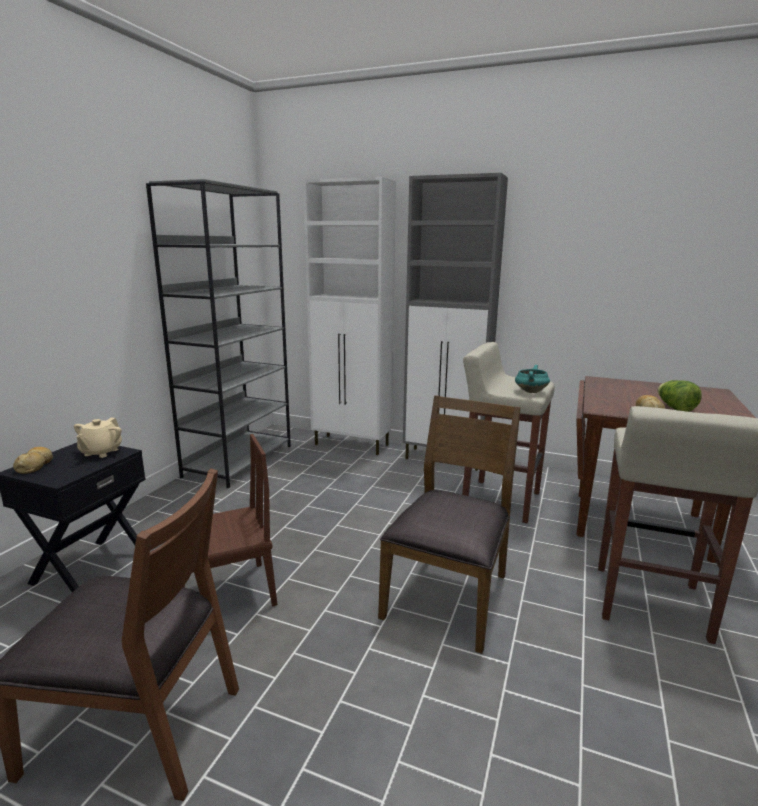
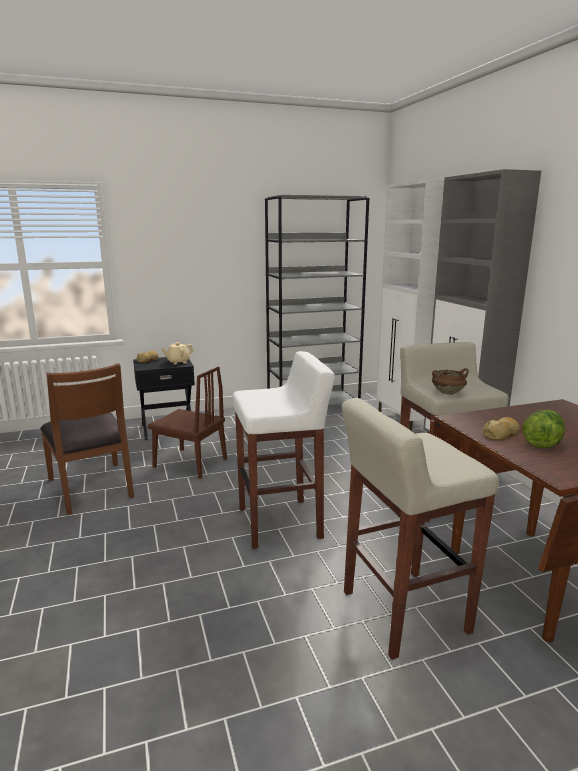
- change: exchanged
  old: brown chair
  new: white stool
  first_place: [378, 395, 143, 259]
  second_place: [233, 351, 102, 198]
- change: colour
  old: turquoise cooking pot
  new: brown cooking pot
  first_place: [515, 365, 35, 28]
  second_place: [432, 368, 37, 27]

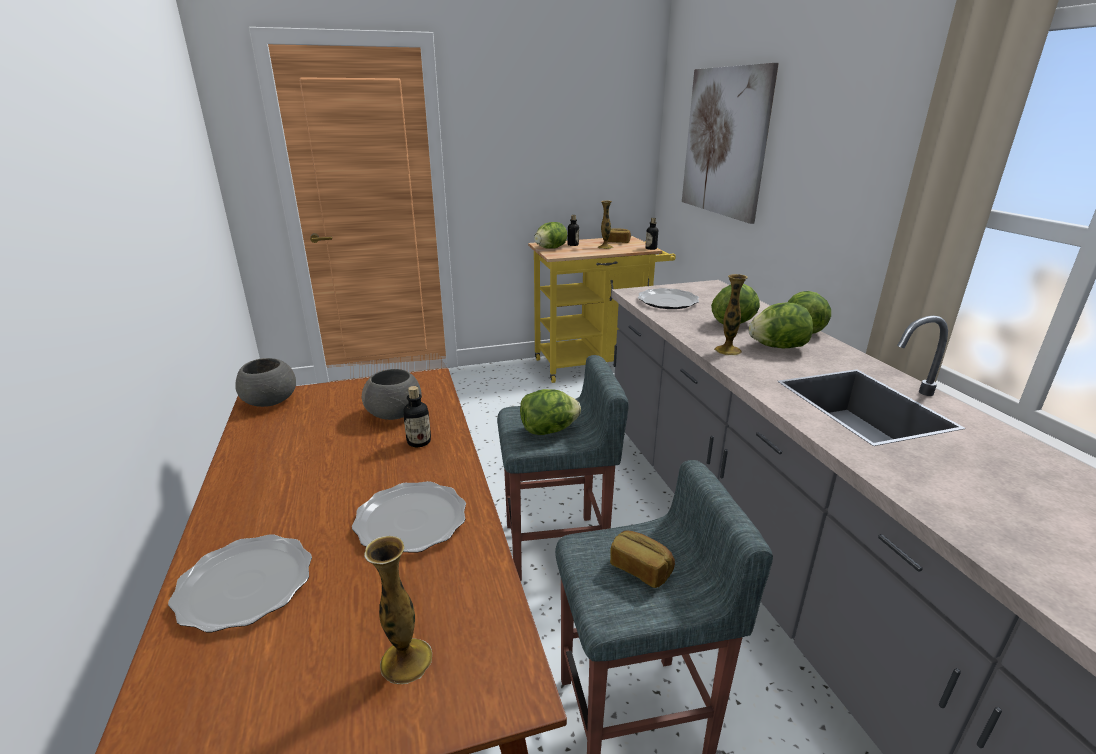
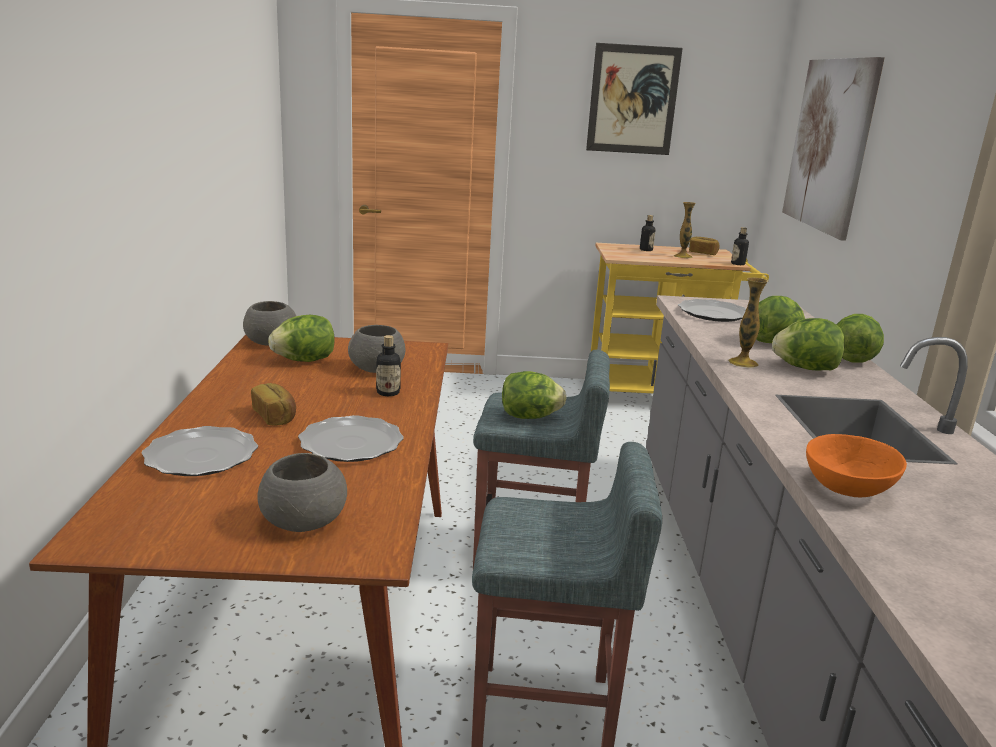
- change: appeared
  new: picture
  second_place: [586, 43, 97, 112]
- change: appeared
  new: orange bowl
  second_place: [806, 434, 101, 63]
- change: relocated
  old: lettuce
  first_place: [534, 222, 33, 27]
  second_place: [268, 315, 67, 47]
- change: relocated
  old: bread
  first_place: [610, 530, 65, 58]
  second_place: [251, 383, 45, 43]
- change: exchanged
  old: vase
  new: grey bowl
  first_place: [364, 536, 68, 148]
  second_place: [257, 453, 90, 79]

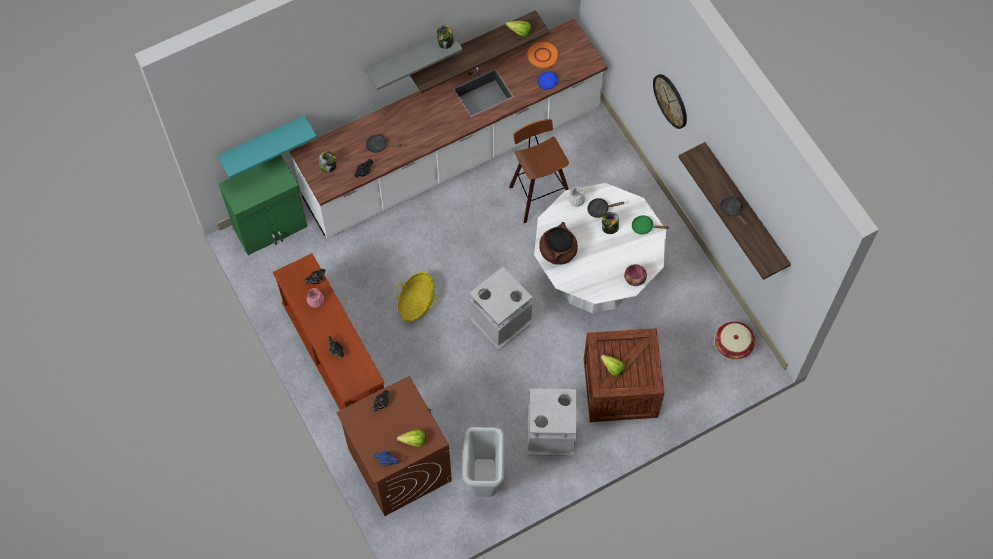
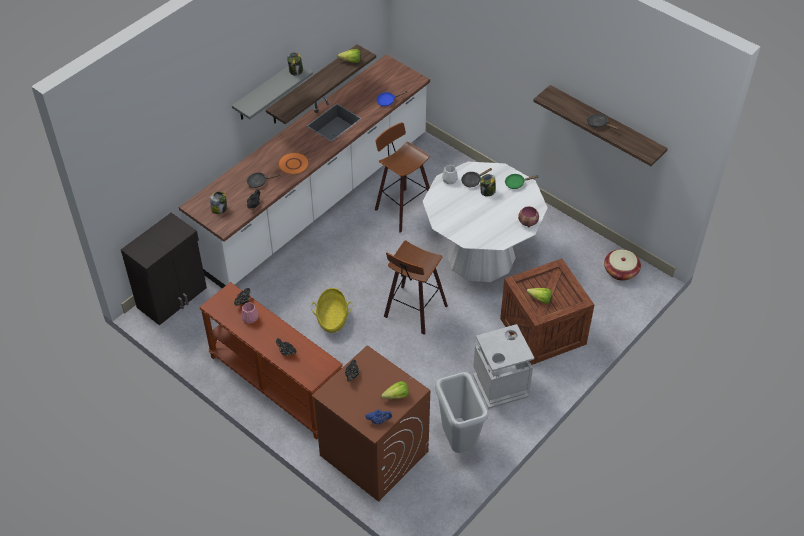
- change: missing
  old: turquoise shelf
  first_place: [217, 115, 100, 64]
- change: missing
  old: brown cooking pot
  first_place: [539, 222, 39, 43]
- change: missing
  old: wall clock
  first_place: [653, 74, 34, 55]
- change: relocated
  old: orange plate
  first_place: [526, 41, 33, 27]
  second_place: [278, 152, 31, 22]
- change: exchanged
  old: grey trash can
  new: stool
  first_place: [469, 267, 64, 84]
  second_place: [384, 240, 64, 95]
- change: colour
  old: green cabinet
  new: black cabinet
  first_place: [219, 155, 88, 100]
  second_place: [121, 213, 86, 112]

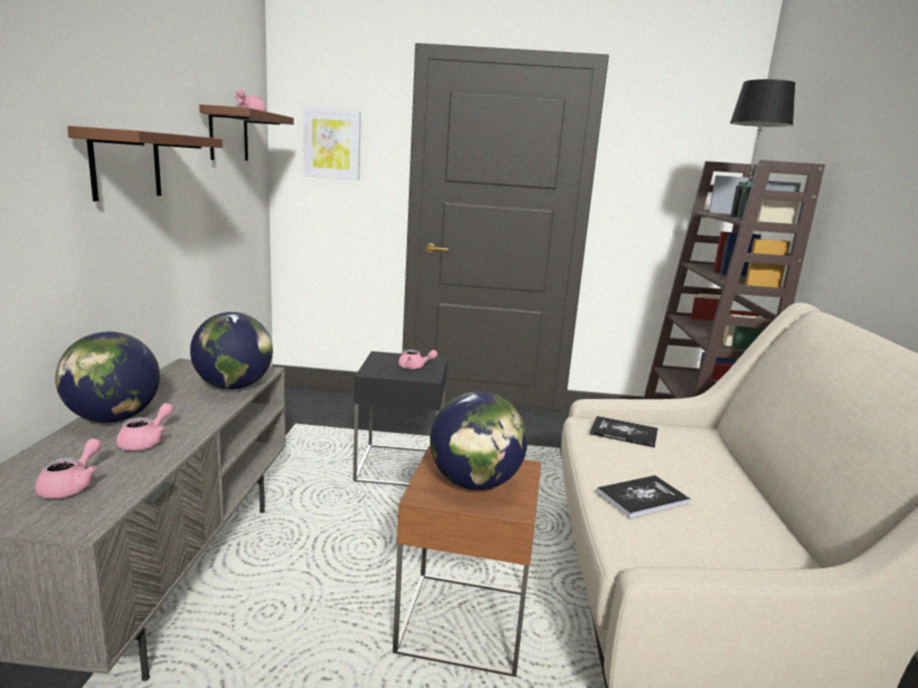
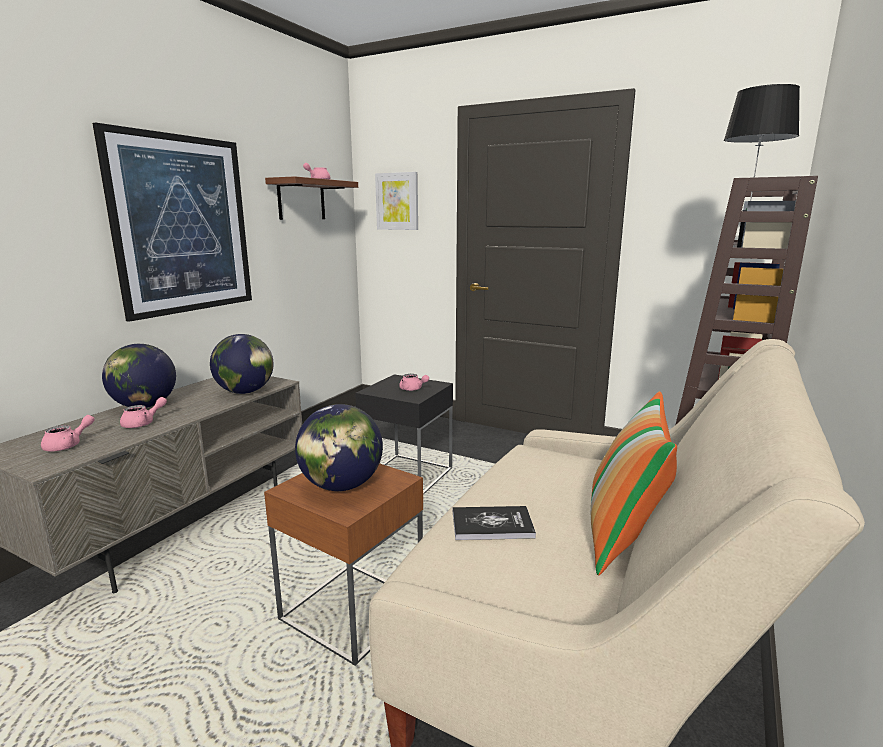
- change: missing
  old: book
  first_place: [590, 416, 68, 32]
- change: appeared
  new: pillow
  second_place: [591, 391, 86, 185]
- change: exchanged
  old: brown shelf
  new: picture
  first_place: [67, 126, 156, 75]
  second_place: [92, 123, 160, 199]

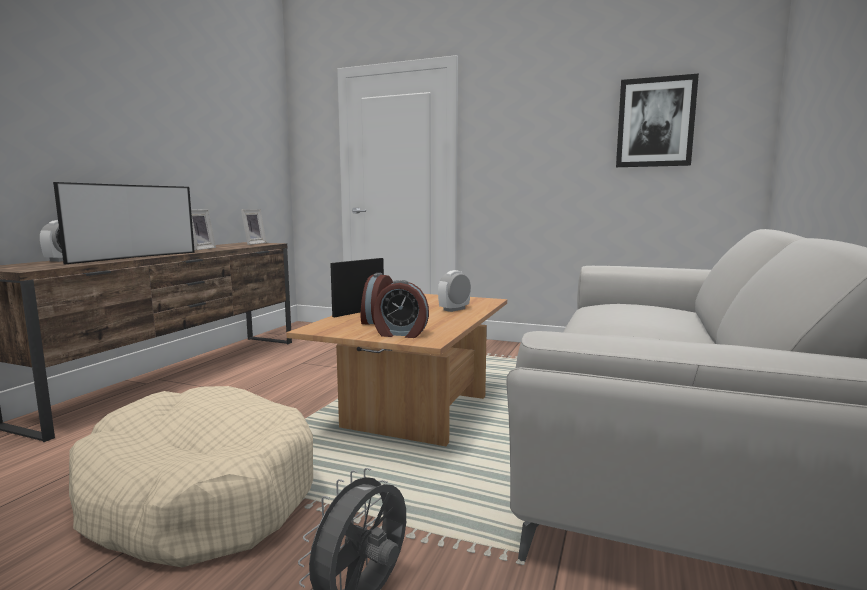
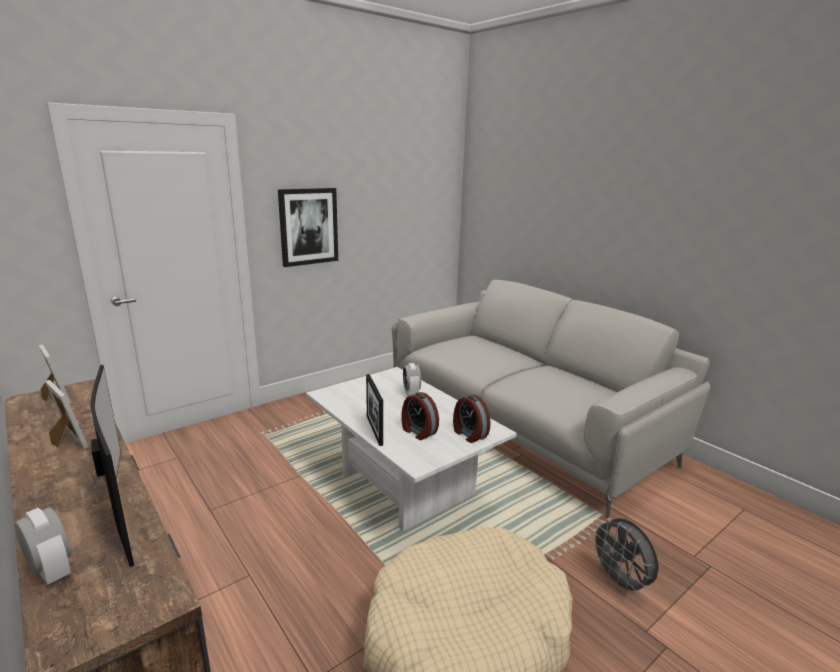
- change: relocated
  old: picture
  first_place: [616, 73, 83, 94]
  second_place: [278, 188, 60, 79]
- change: colour
  old: brown coffee table
  new: white coffee table
  first_place: [286, 294, 221, 152]
  second_place: [306, 367, 211, 164]
- change: spun
  old: alarm clock
  first_place: [373, 280, 56, 58]
  second_place: [453, 395, 38, 48]
  degrees: 105

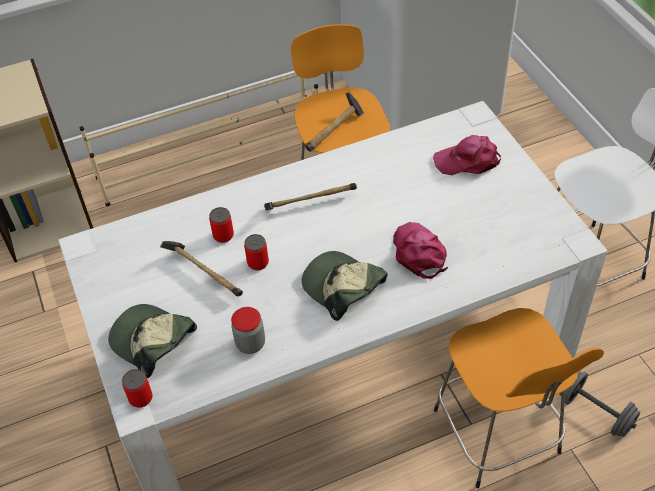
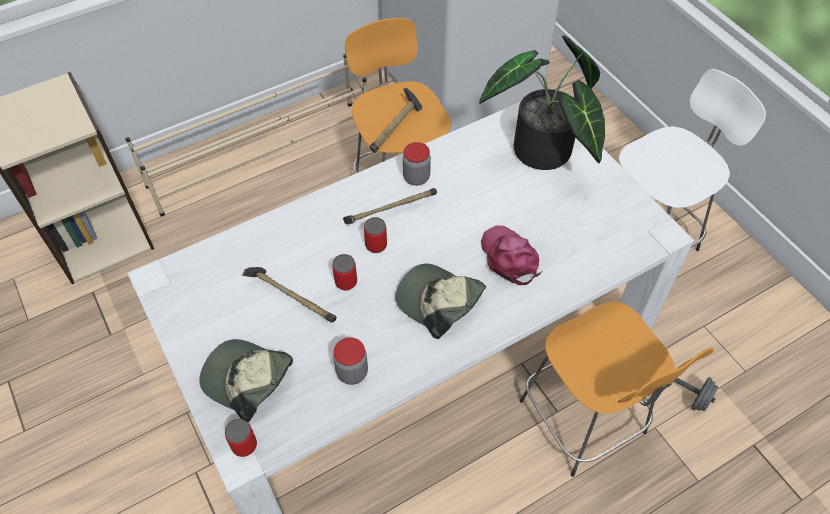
- change: appeared
  new: jar
  second_place: [403, 142, 28, 44]
- change: relocated
  old: can
  first_place: [209, 207, 25, 36]
  second_place: [364, 217, 23, 36]
- change: exchanged
  old: pink cap
  new: potted plant
  first_place: [433, 135, 68, 40]
  second_place: [479, 36, 126, 134]

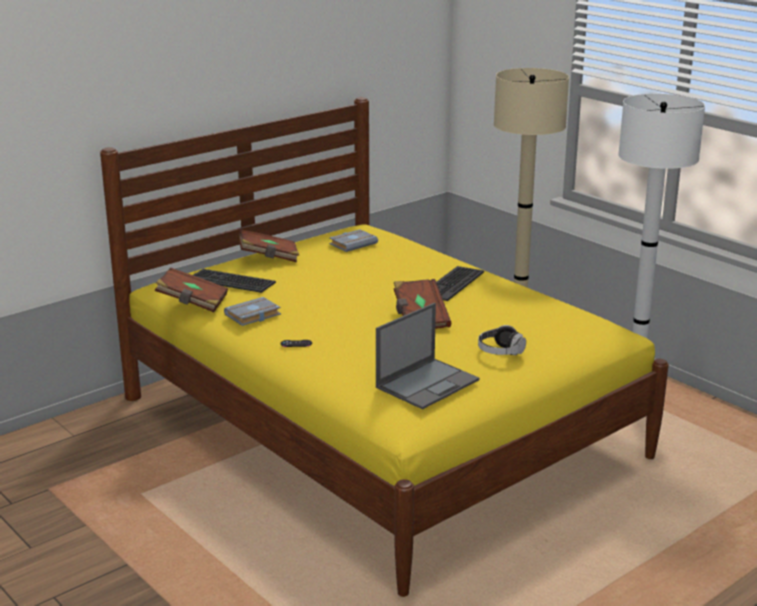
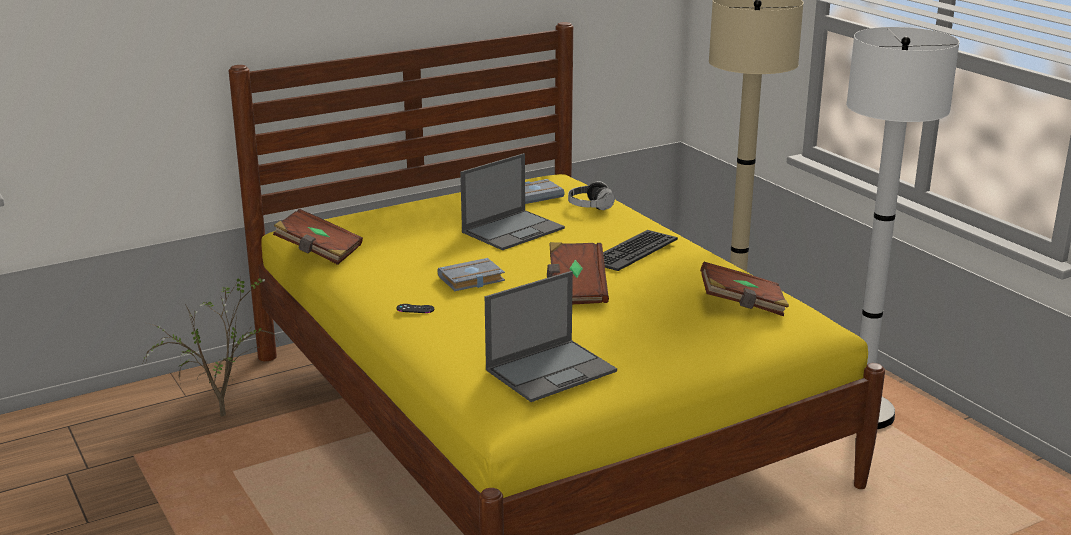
- change: missing
  old: keyboard
  first_place: [194, 269, 82, 24]
- change: appeared
  new: potted plant
  second_place: [143, 275, 136, 141]
- change: appeared
  new: laptop
  second_place: [460, 153, 105, 97]
- change: relocated
  old: grey book
  first_place: [224, 297, 57, 29]
  second_place: [437, 258, 68, 33]
- change: relocated
  old: brown book
  first_place: [239, 229, 60, 33]
  second_place: [700, 262, 89, 54]
- change: relocated
  old: headphones
  first_place: [478, 325, 48, 30]
  second_place: [568, 181, 47, 29]

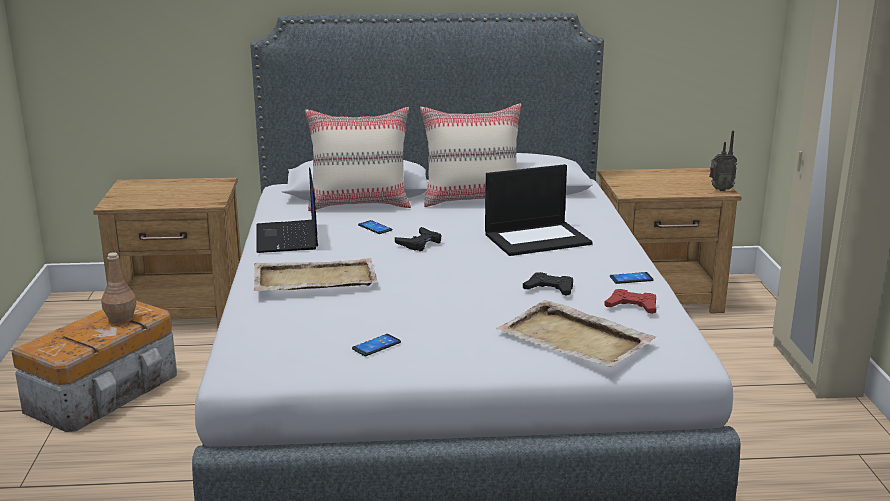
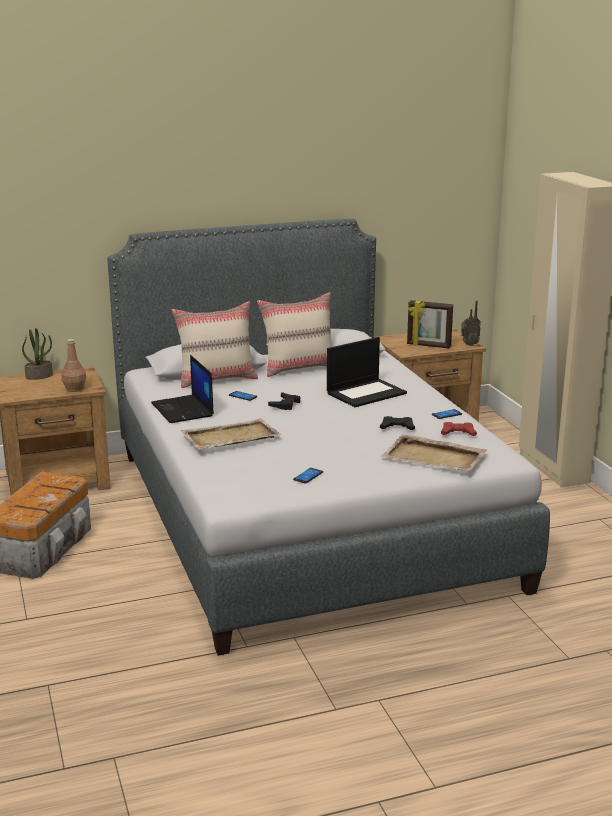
- change: appeared
  new: potted plant
  second_place: [22, 328, 31, 52]
- change: appeared
  new: picture frame
  second_place: [407, 300, 46, 48]
- change: relocated
  old: brown bottle
  first_place: [101, 252, 35, 72]
  second_place: [61, 339, 25, 53]

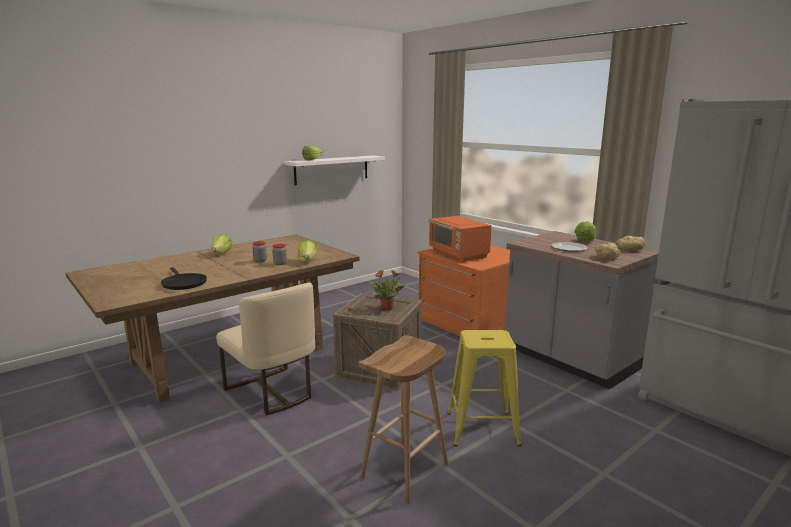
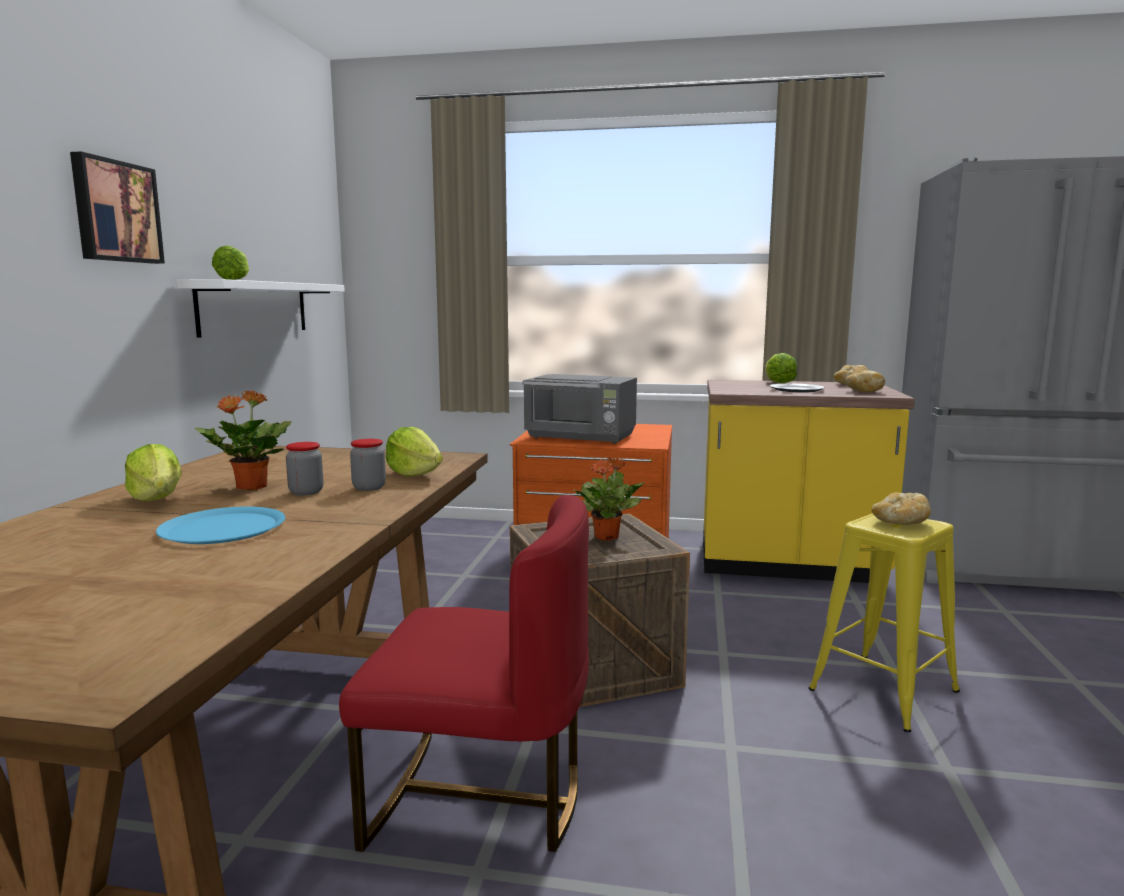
- change: missing
  old: black frying pan
  first_place: [161, 267, 46, 23]
- change: missing
  old: brown stool
  first_place: [358, 335, 90, 169]
- change: appeared
  new: picture
  second_place: [70, 151, 95, 113]
- change: appeared
  new: blue plate
  second_place: [156, 507, 129, 37]
- change: appeared
  new: potted plant
  second_place: [195, 390, 96, 100]
- change: appeared
  new: bread
  second_place: [871, 492, 60, 33]
- change: colour
  old: beige chair
  new: red chair
  first_place: [216, 282, 99, 134]
  second_place: [339, 495, 250, 357]
- change: colour
  old: orange microwave
  new: grey microwave
  first_place: [429, 216, 63, 46]
  second_place: [523, 374, 114, 70]
- change: colour
  old: grey counter
  new: yellow counter
  first_place: [505, 231, 154, 158]
  second_place: [703, 380, 212, 203]

